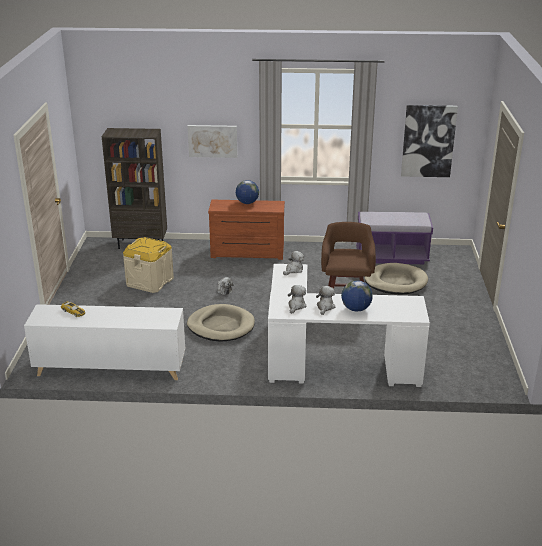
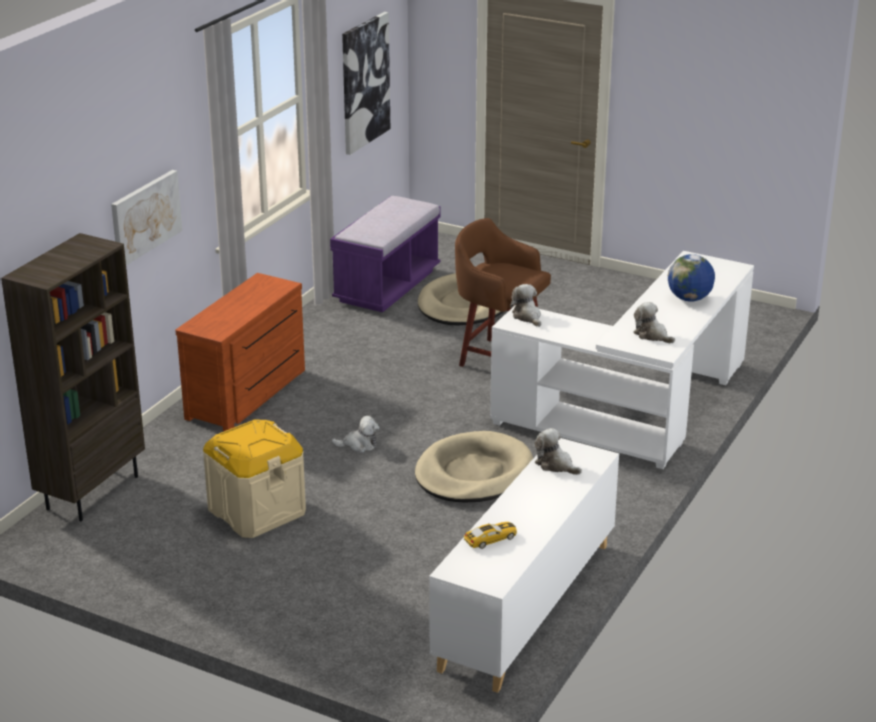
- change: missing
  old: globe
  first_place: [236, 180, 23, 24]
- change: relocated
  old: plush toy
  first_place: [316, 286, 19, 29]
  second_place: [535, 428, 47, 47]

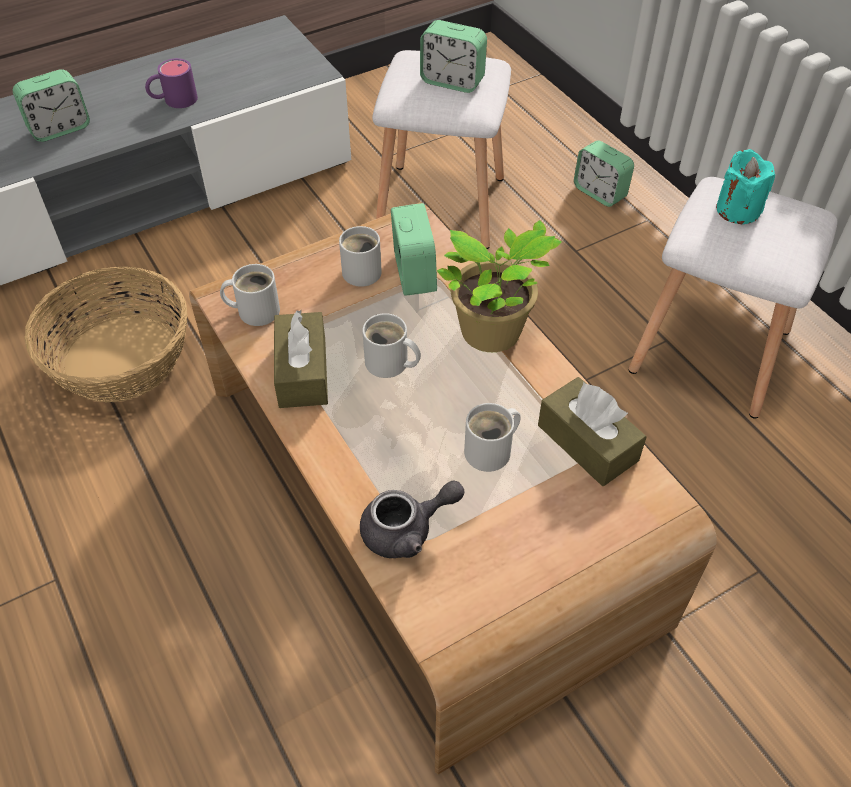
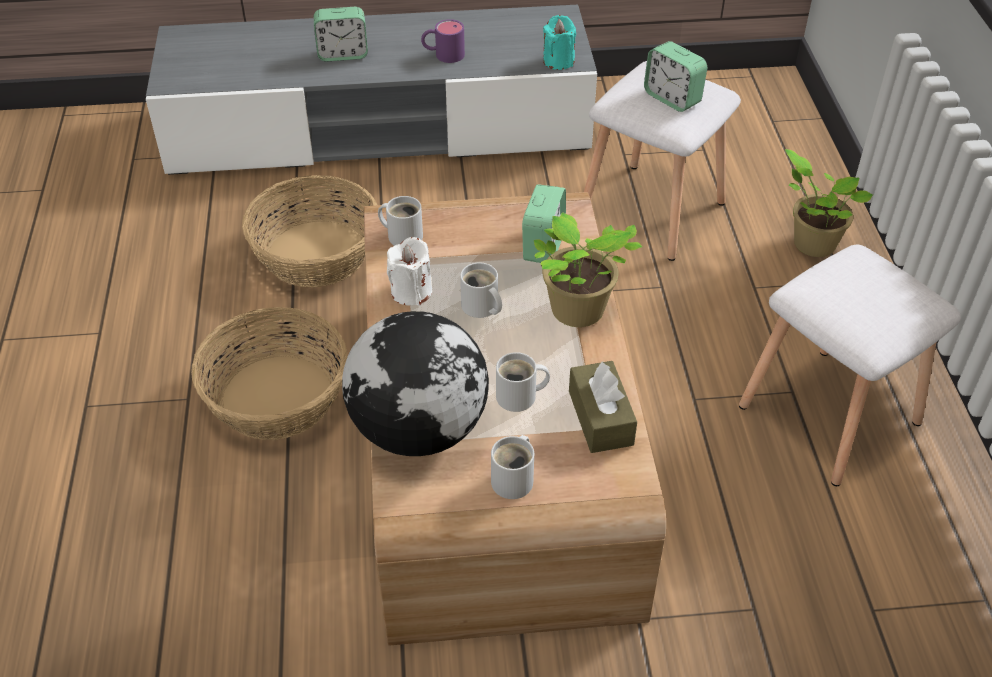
- change: appeared
  new: basket
  second_place: [191, 307, 156, 133]
- change: relocated
  old: white mug
  first_place: [339, 226, 43, 61]
  second_place: [491, 435, 43, 64]
- change: relocated
  old: turquoise candle
  first_place: [716, 149, 59, 75]
  second_place: [543, 15, 33, 55]
- change: exchanged
  old: brown tissue box
  new: white candle
  first_place: [274, 310, 54, 98]
  second_place: [387, 237, 45, 69]
- change: exchanged
  old: grey teapot
  new: globe
  first_place: [360, 480, 104, 78]
  second_place: [342, 311, 147, 145]
- change: exchanged
  old: alarm clock
  new: potted plant
  first_place: [574, 140, 60, 67]
  second_place: [785, 149, 88, 108]

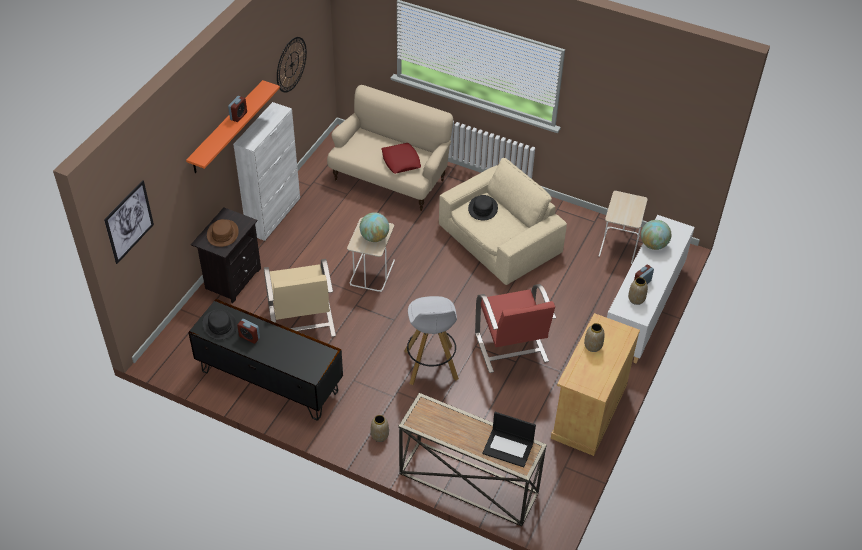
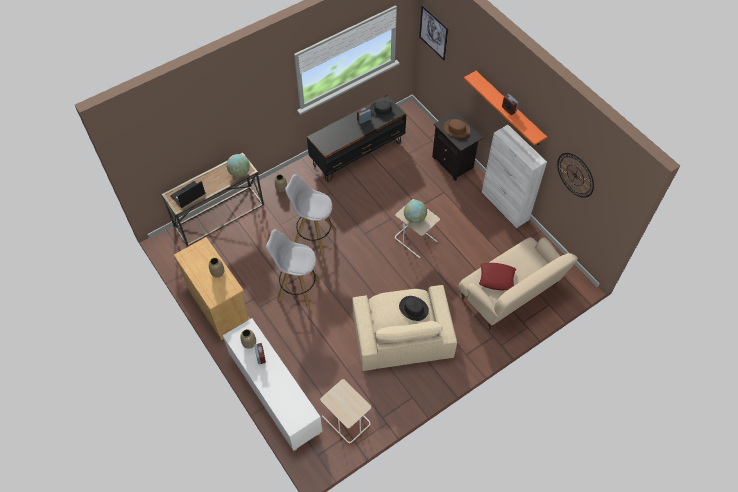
- change: missing
  old: beige armchair
  first_place: [264, 259, 72, 78]
- change: relocated
  old: globe
  first_place: [641, 220, 30, 30]
  second_place: [227, 154, 23, 23]
- change: exchanged
  old: red armchair
  new: white stool
  first_place: [475, 284, 81, 89]
  second_place: [266, 229, 54, 79]

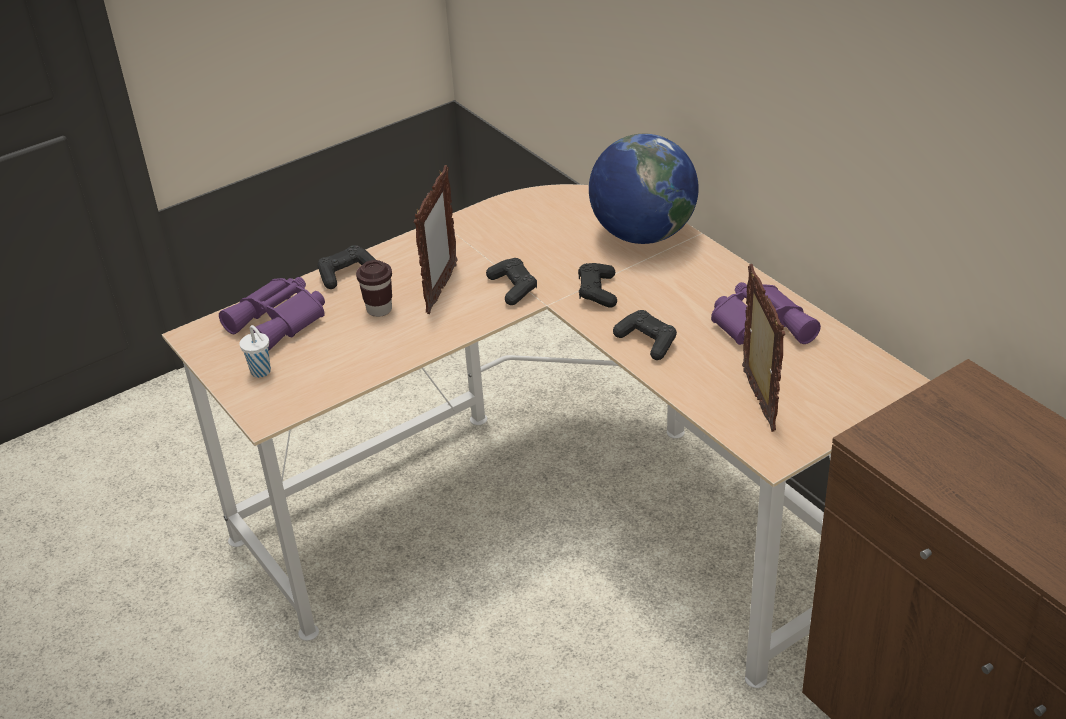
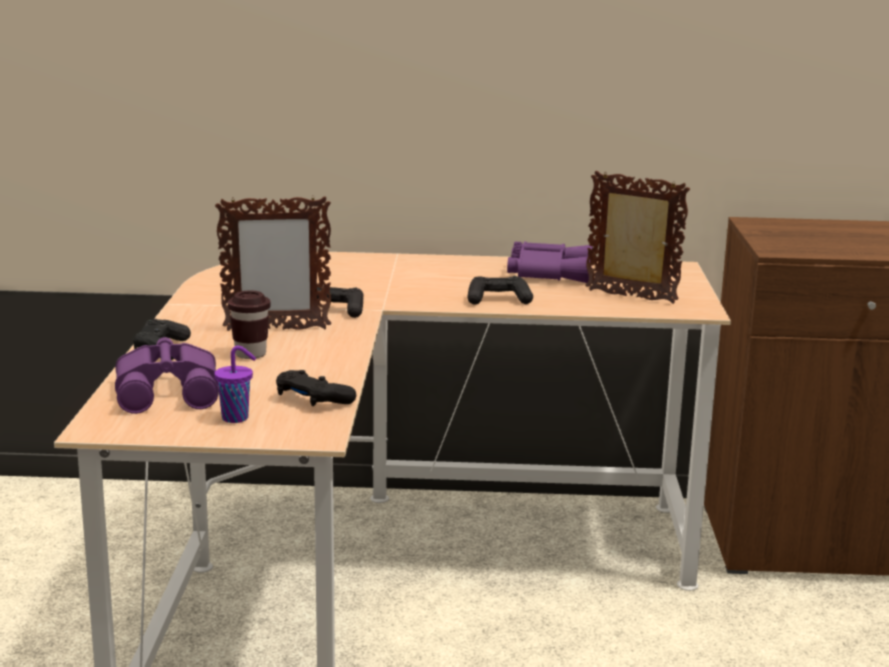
- change: missing
  old: globe
  first_place: [589, 134, 110, 110]
- change: relocated
  old: black game controller
  first_place: [578, 263, 39, 45]
  second_place: [276, 370, 80, 36]
- change: colour
  old: white cup
  new: purple cup
  first_place: [239, 325, 32, 53]
  second_place: [214, 346, 42, 77]
- change: spun
  old: picture frame
  first_place: [414, 165, 44, 149]
  second_place: [215, 195, 116, 136]
  degrees: 120

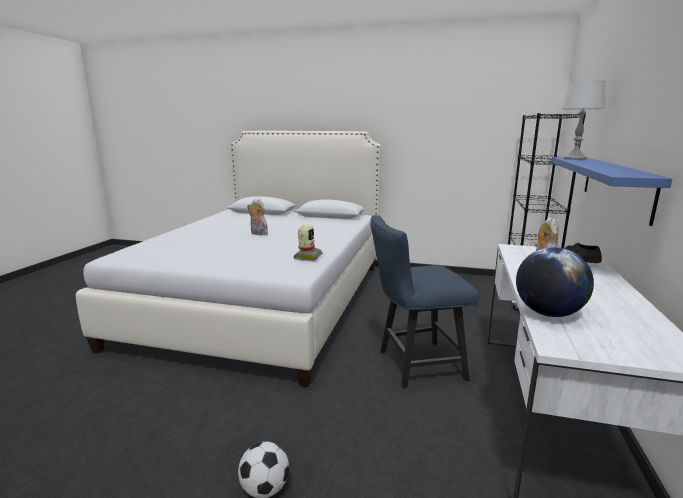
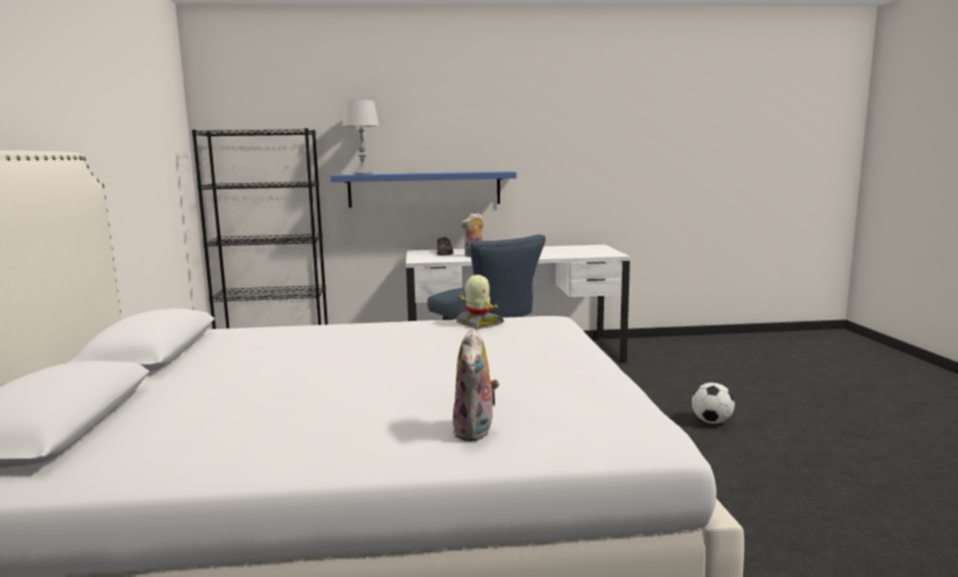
- change: missing
  old: globe
  first_place: [516, 247, 78, 70]
- change: relocated
  old: plush toy
  first_place: [247, 199, 21, 36]
  second_place: [453, 328, 46, 113]
- change: spun
  old: toy robot
  first_place: [294, 224, 29, 37]
  second_place: [456, 275, 48, 54]
  degrees: 60

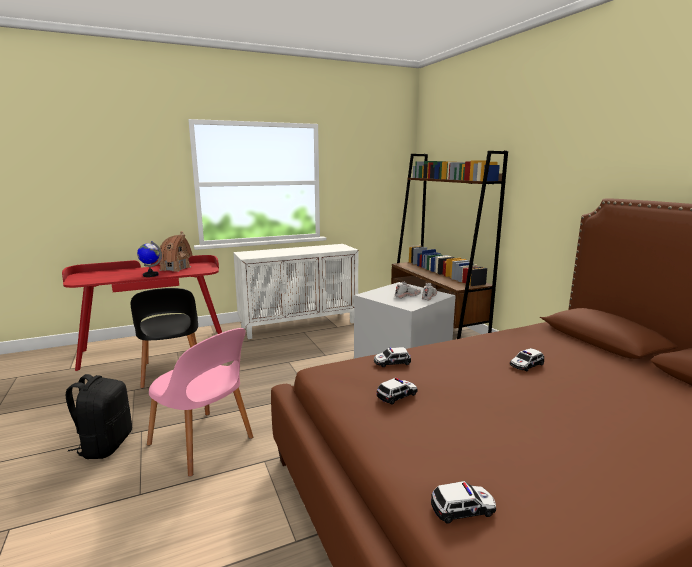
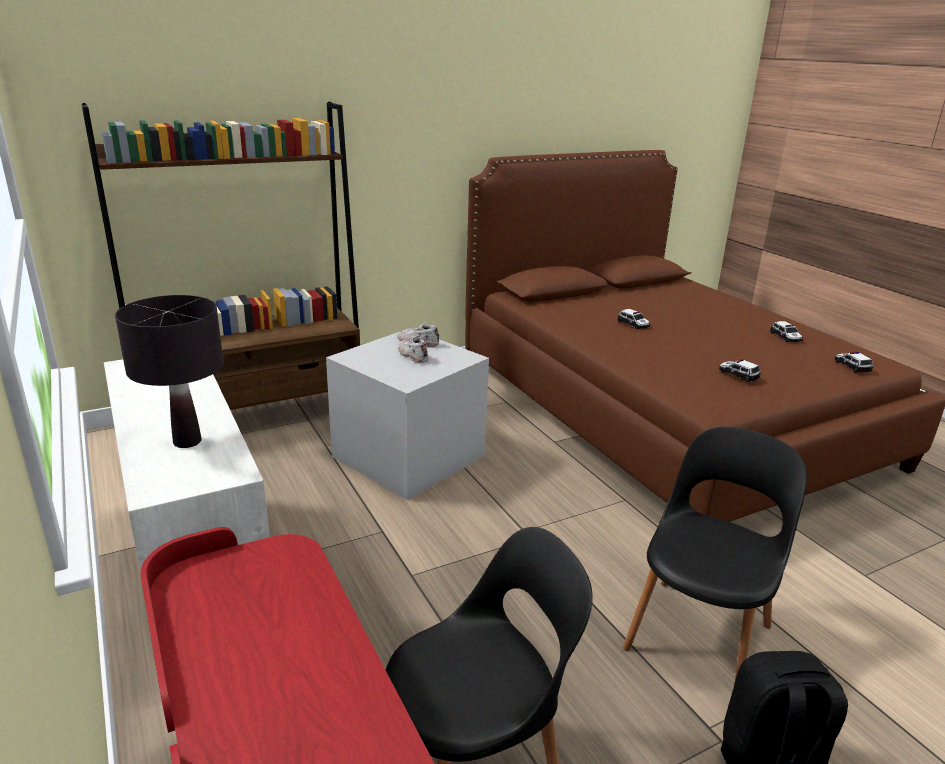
- change: missing
  old: globe
  first_place: [137, 241, 25, 36]
- change: missing
  old: toy house
  first_place: [158, 231, 35, 41]
- change: appeared
  new: black table lamp
  second_place: [115, 295, 109, 153]
- change: relocated
  old: toy car
  first_place: [374, 347, 37, 20]
  second_place: [770, 321, 33, 21]
- change: colour
  old: pink chair
  new: black chair
  first_place: [147, 328, 106, 149]
  second_place: [623, 426, 184, 258]

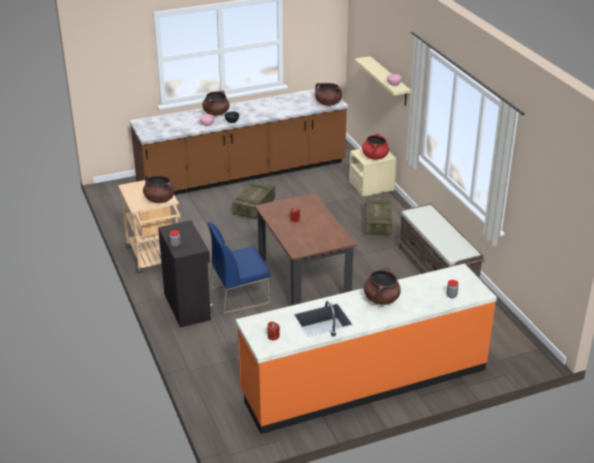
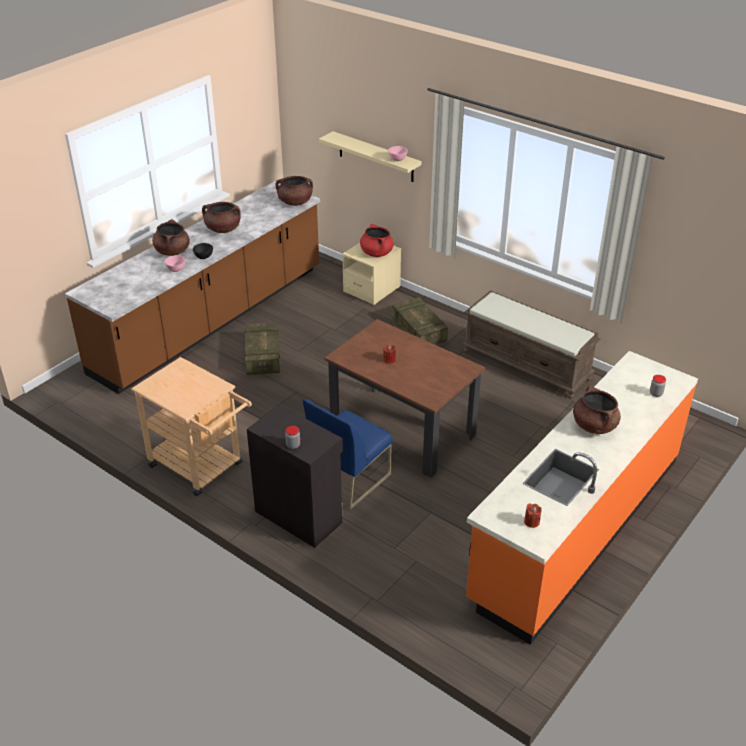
- change: relocated
  old: brown cooking pot
  first_place: [143, 175, 32, 28]
  second_place: [202, 202, 38, 31]

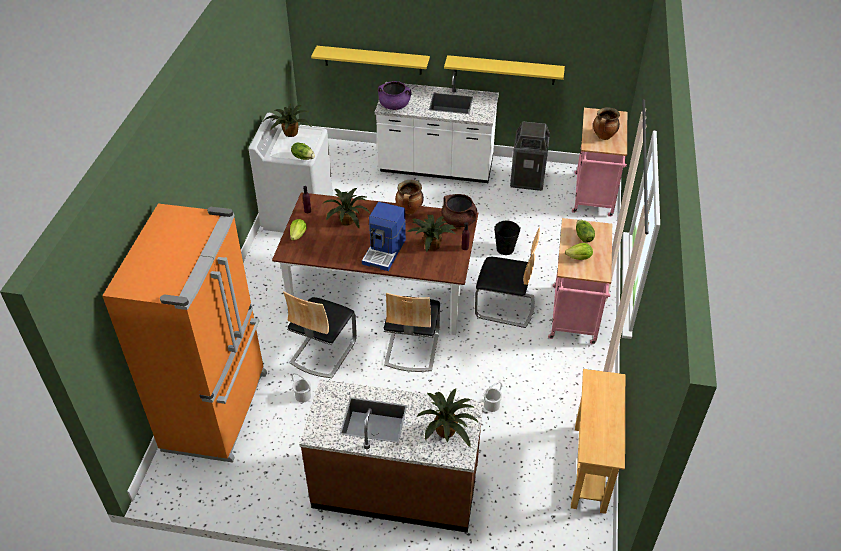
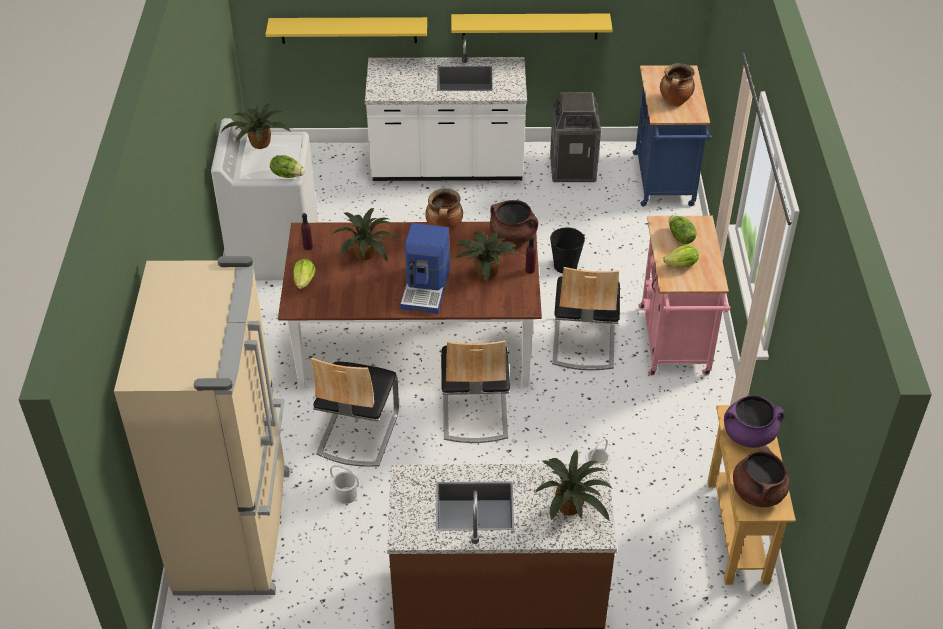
- change: appeared
  new: brown cooking pot
  second_place: [733, 445, 57, 62]
- change: relocated
  old: purple cooking pot
  first_place: [378, 81, 33, 29]
  second_place: [724, 395, 61, 53]
- change: colour
  old: orange fridge
  new: beige fridge
  first_place: [102, 204, 165, 259]
  second_place: [114, 256, 176, 340]
- change: colour
  old: pink cart
  new: blue cart
  first_place: [572, 108, 55, 109]
  second_place: [633, 65, 79, 142]
- change: spun
  old: chair
  first_place: [475, 228, 65, 100]
  second_place: [552, 267, 68, 103]
  degrees: 90

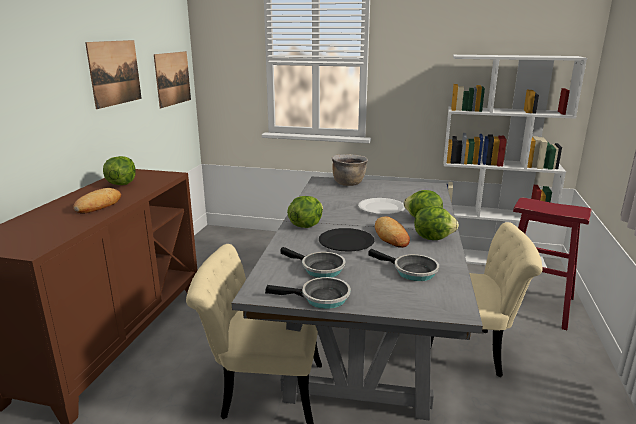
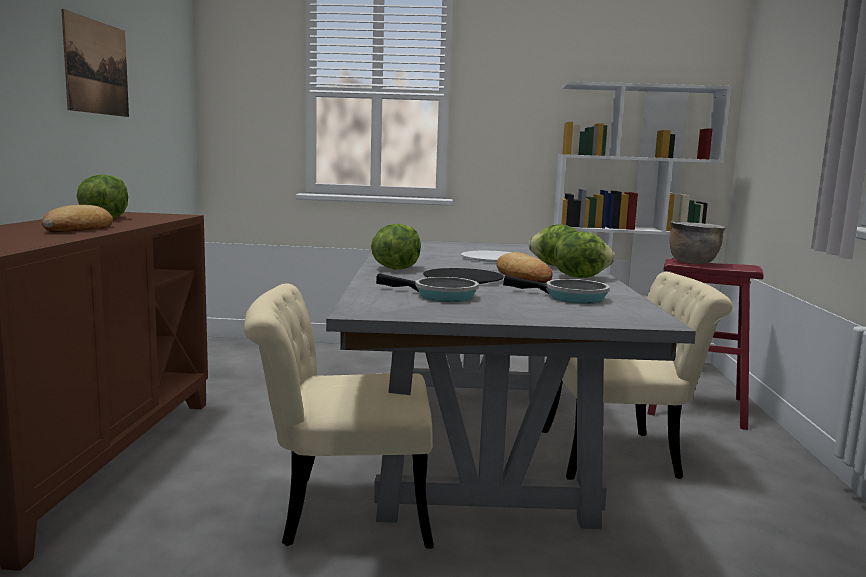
- change: missing
  old: picture
  first_place: [154, 51, 37, 57]
- change: missing
  old: frying pan
  first_place: [265, 277, 86, 32]
- change: relocated
  old: brown cooking pot
  first_place: [332, 154, 36, 32]
  second_place: [670, 221, 56, 43]

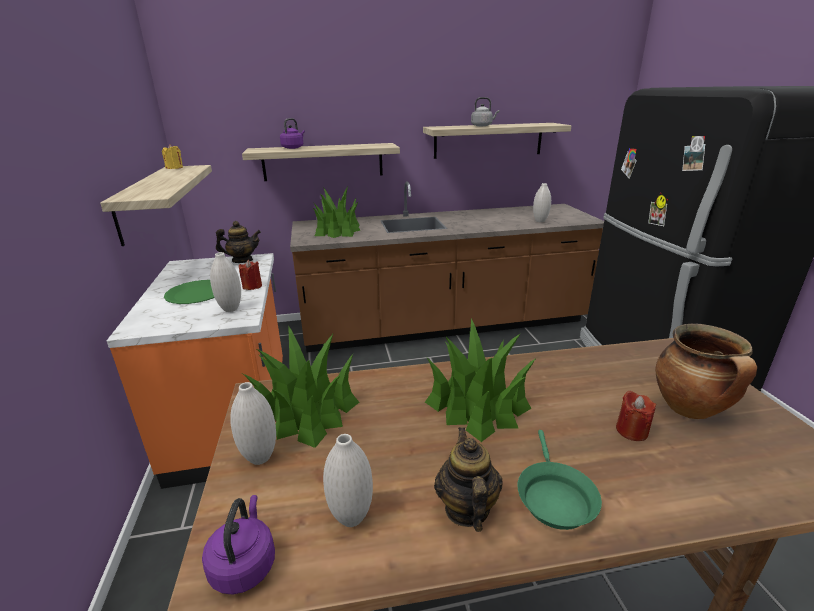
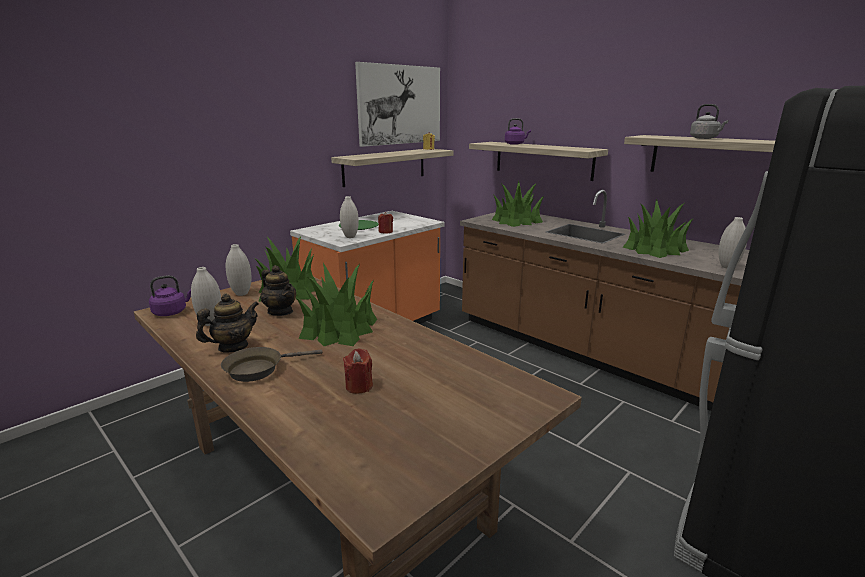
- change: missing
  old: cooking pot
  first_place: [655, 324, 102, 95]
- change: appeared
  new: picture
  second_place: [355, 62, 85, 85]
- change: appeared
  new: potted plant
  second_place: [623, 199, 71, 59]
- change: relocated
  old: teapot
  first_place: [216, 221, 45, 42]
  second_place: [260, 265, 36, 51]
- change: colour
  old: green frying pan
  new: brown frying pan
  first_place: [517, 430, 85, 100]
  second_place: [221, 347, 102, 35]

